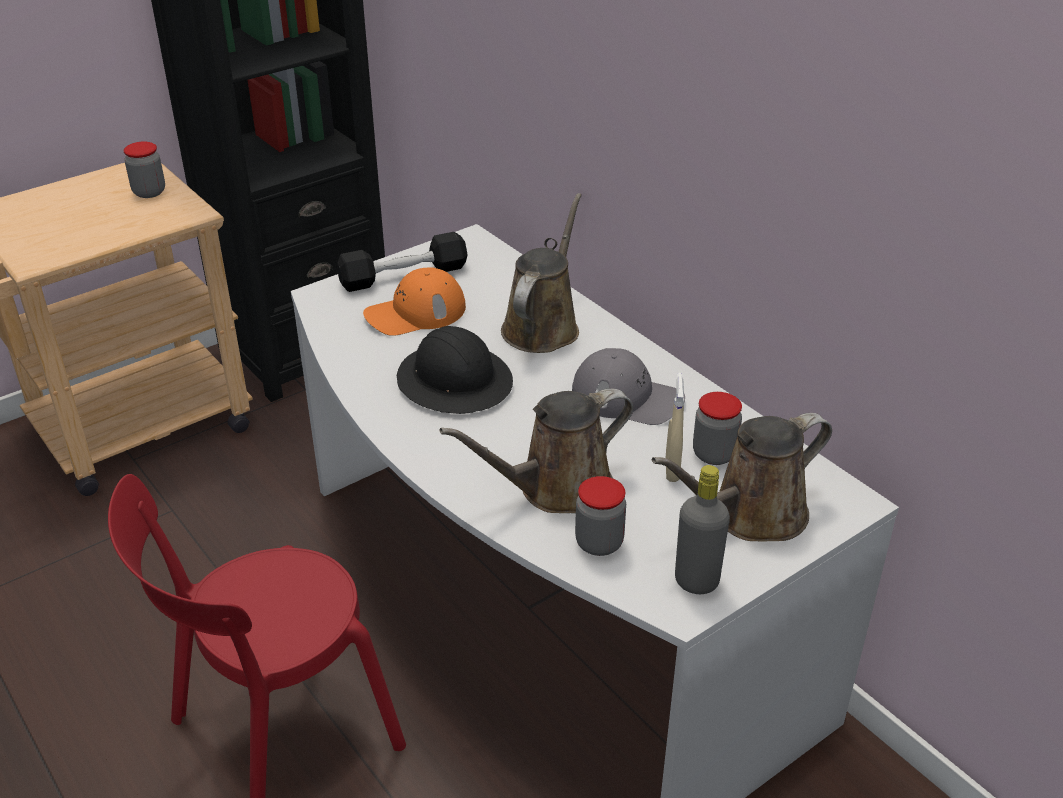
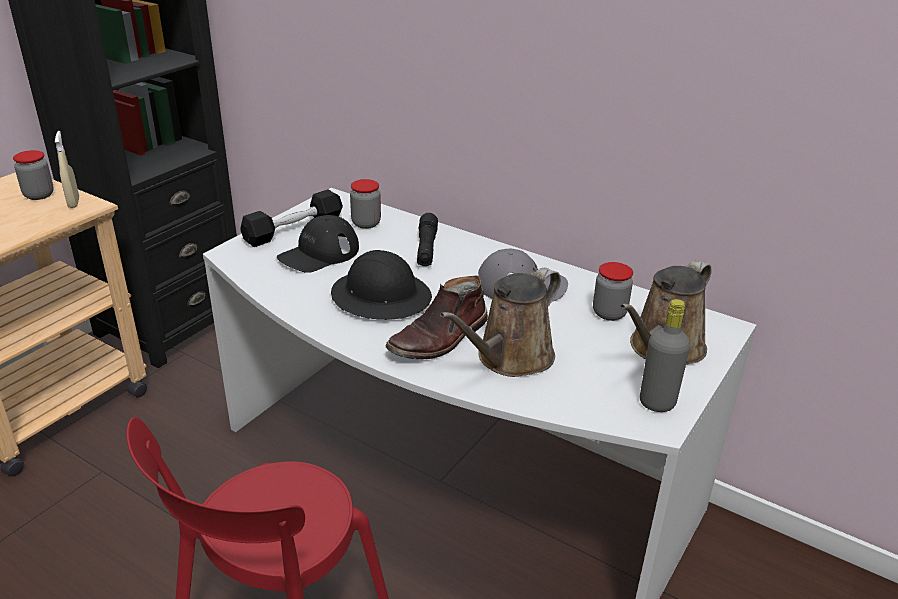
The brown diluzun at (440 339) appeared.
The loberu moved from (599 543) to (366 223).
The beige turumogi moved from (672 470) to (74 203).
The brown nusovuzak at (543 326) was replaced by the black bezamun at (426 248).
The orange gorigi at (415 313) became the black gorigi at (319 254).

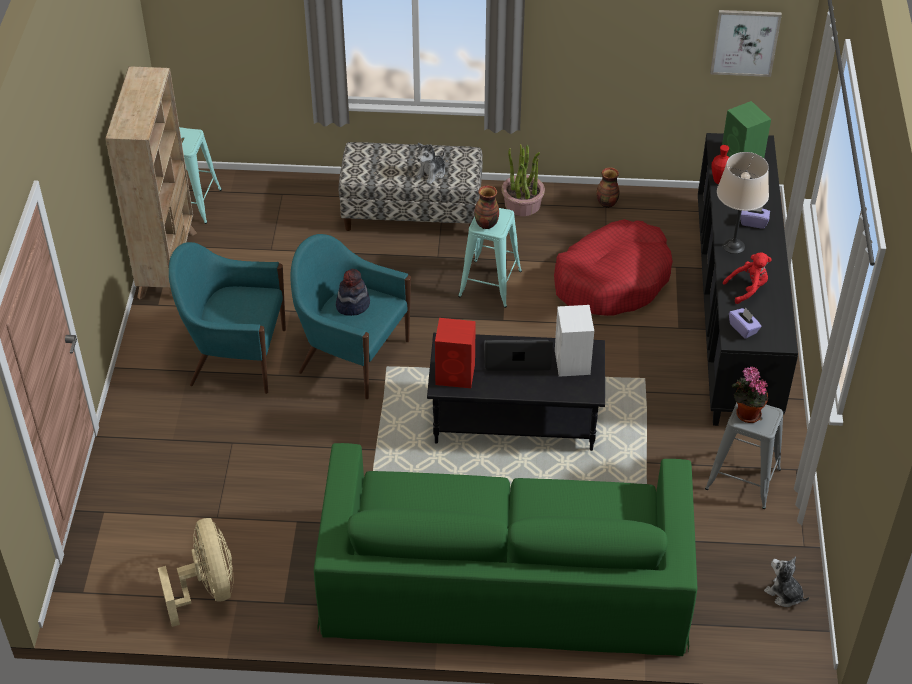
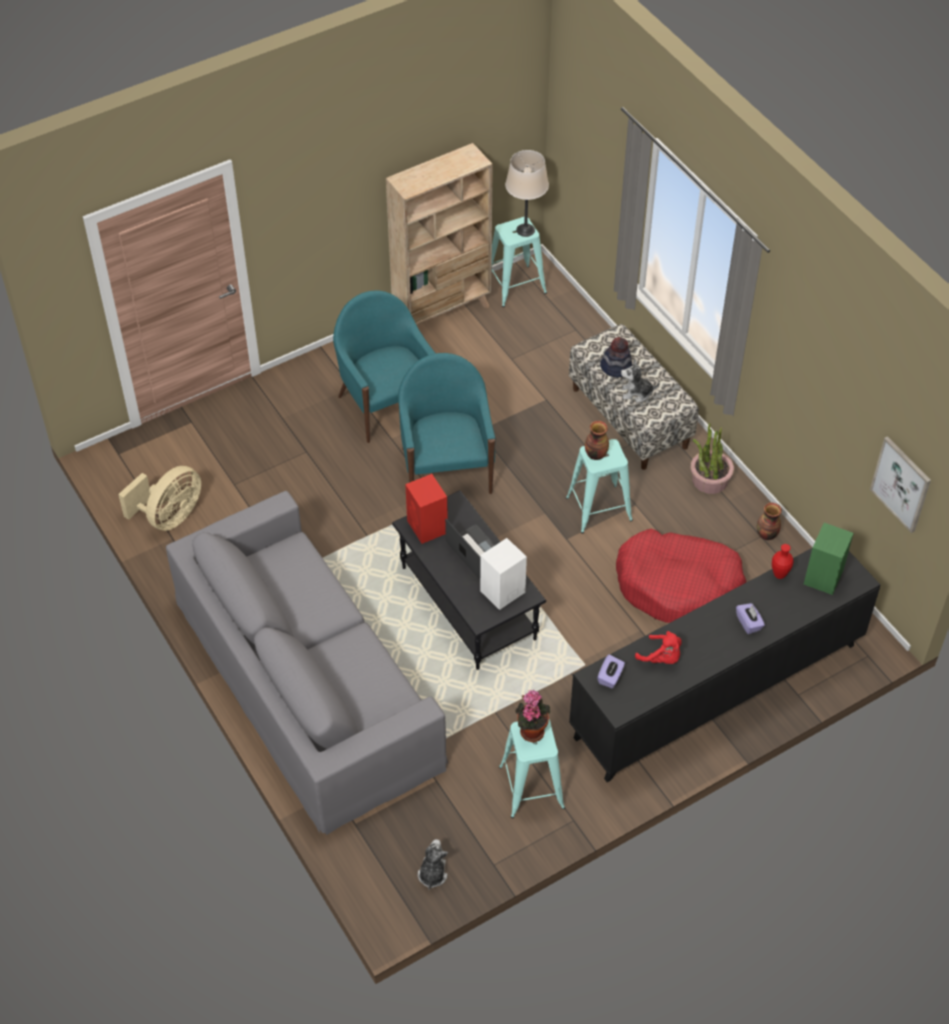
The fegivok moved from (352 304) to (616 367).
The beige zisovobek moved from (733 246) to (525 230).
The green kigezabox at (504 579) became the grey kigezabox at (307 682).
The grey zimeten at (742 479) became the turquoise zimeten at (531 787).

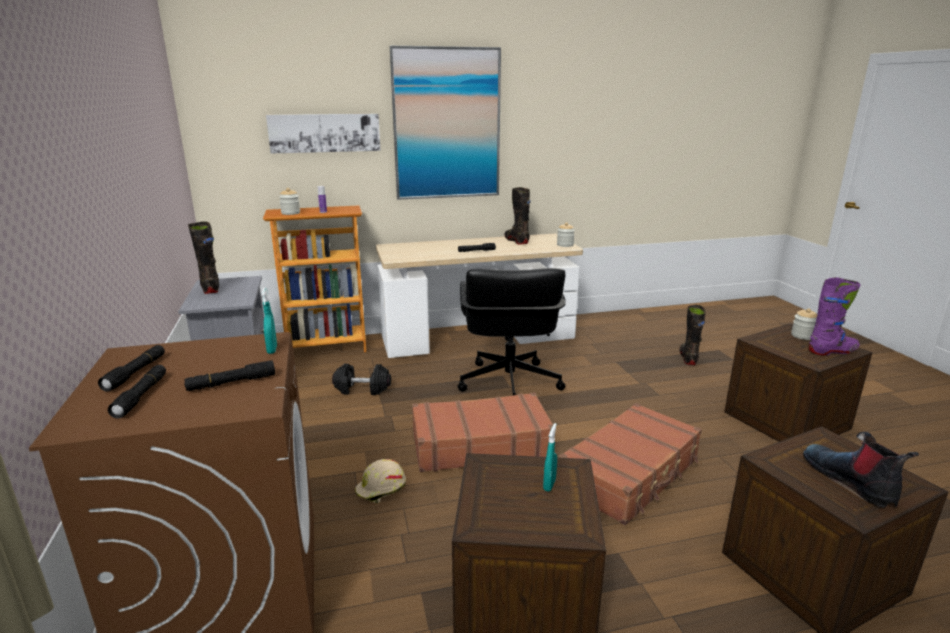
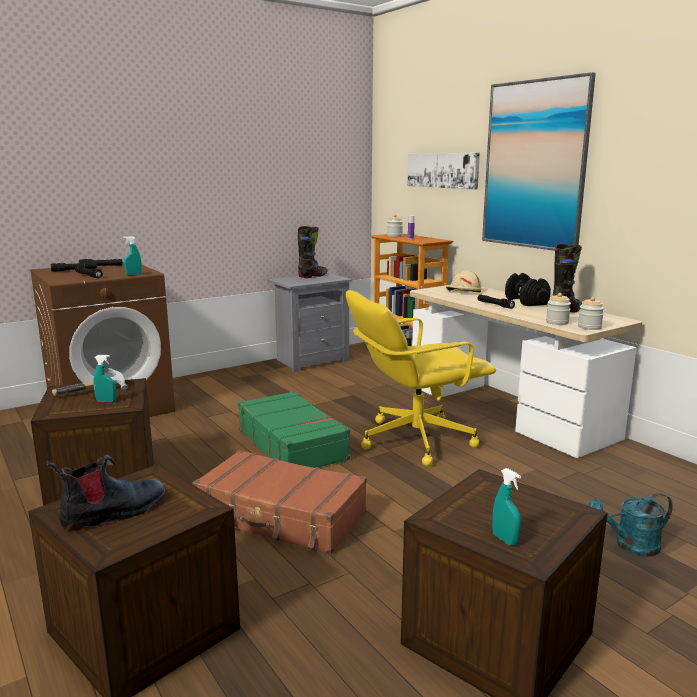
The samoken at (94 392) appeared.
The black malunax moved from (362 389) to (525 301).
The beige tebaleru moved from (381 489) to (463 291).
The loberu moved from (802 336) to (557 322).
The black diluzun at (688 358) was replaced by the turquoise nusovuzak at (630 546).
The purple diluzun at (832 351) was replaced by the turquoise turumogi at (504 539).
The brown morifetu at (480 444) became the green morifetu at (292 444).
The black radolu at (508 384) became the yellow radolu at (414 440).

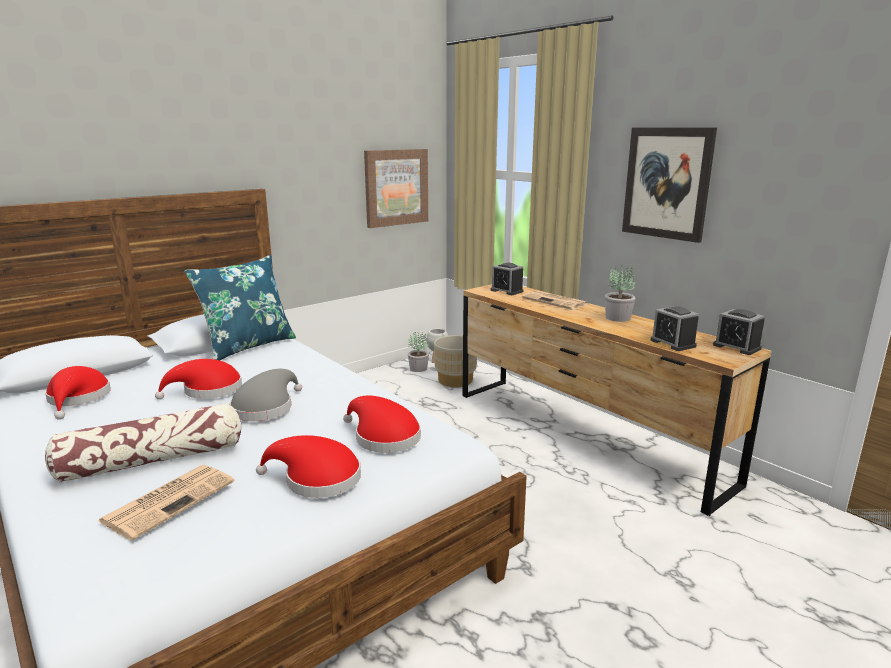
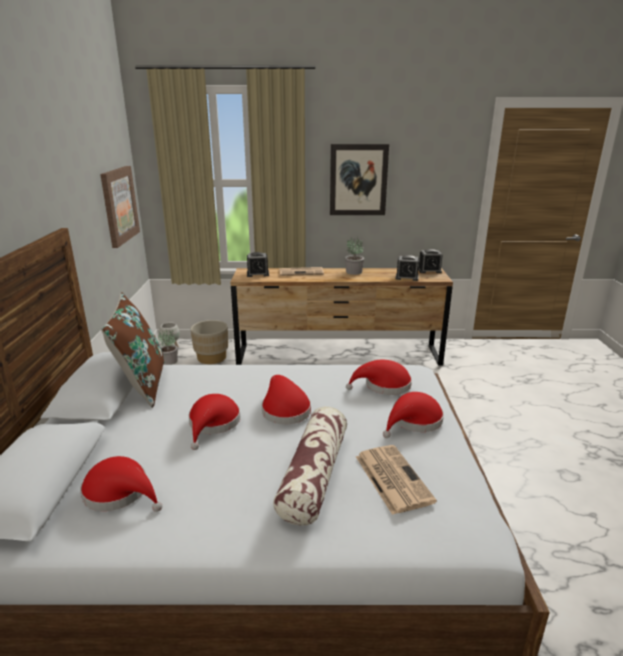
The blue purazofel at (248 346) became the brown purazofel at (142 384).
The grey fegivok at (265 407) became the red fegivok at (284 409).

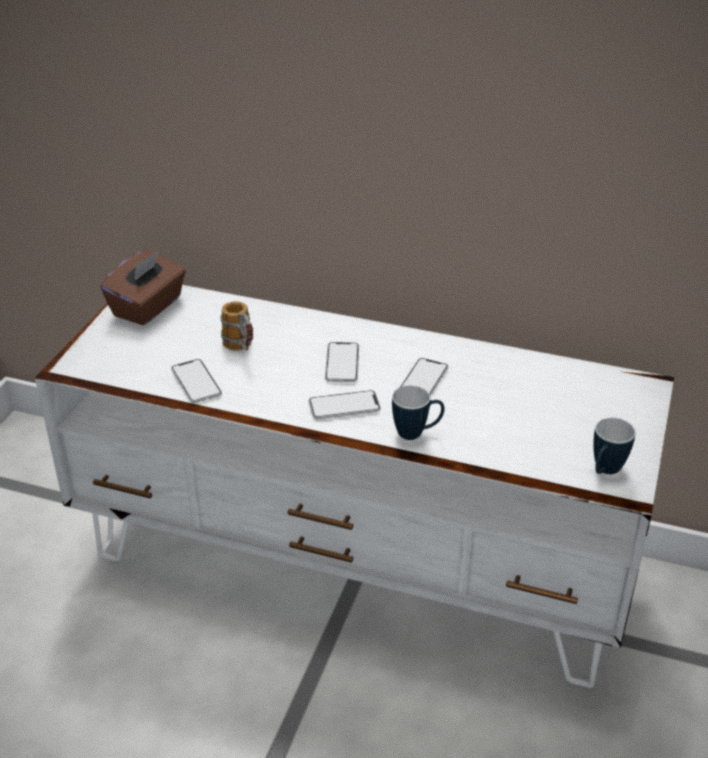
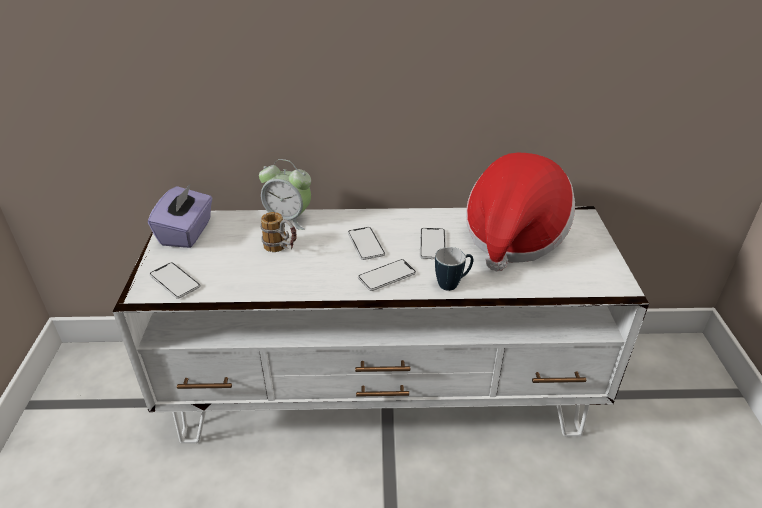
The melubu at (604 472) disappeared.
The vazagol at (288 219) appeared.
The fegivok at (513 237) appeared.
The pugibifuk moved from (196 382) to (175 281).
The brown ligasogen at (148 307) became the purple ligasogen at (187 233).

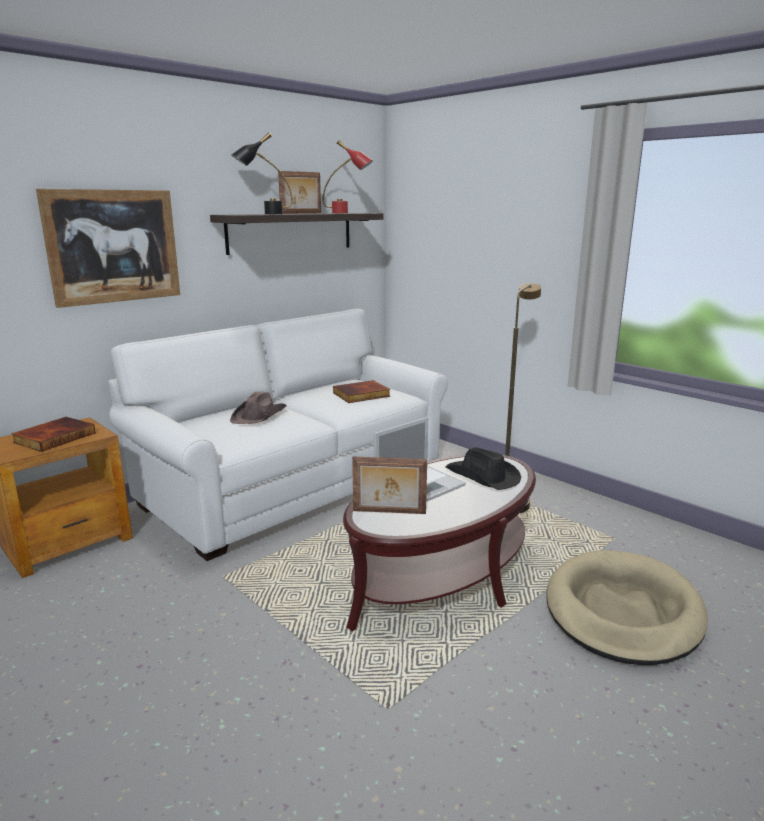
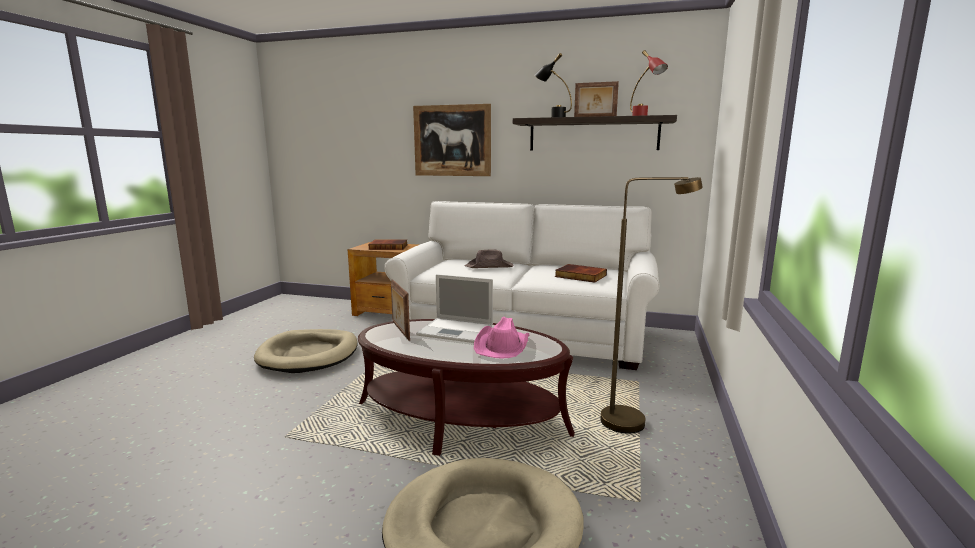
The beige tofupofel at (309 354) appeared.
The black fegivok at (482 476) became the pink fegivok at (502 346).

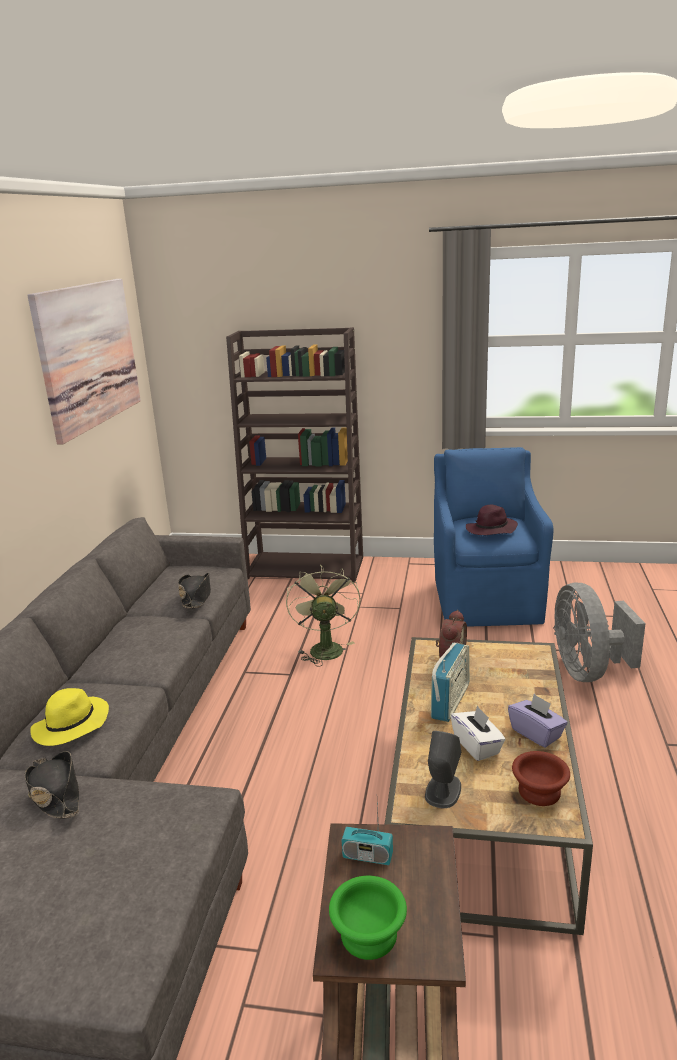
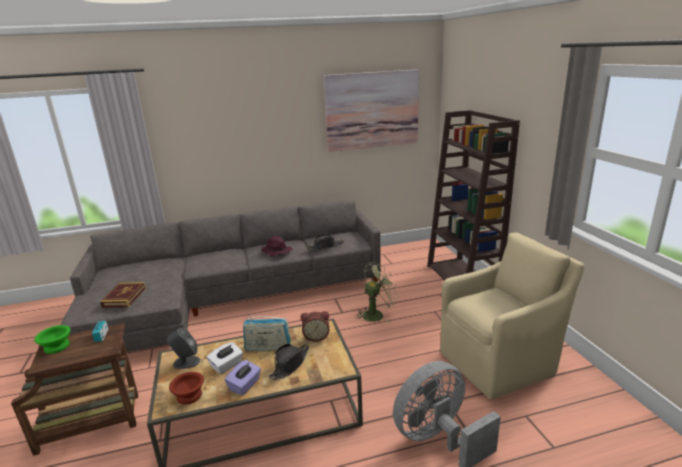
The yellow fegivok at (71 726) disappeared.
The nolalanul at (124 297) appeared.
The black fegivok moved from (55 793) to (290 364).
The purple fegivok moved from (491 530) to (276 251).
The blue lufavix at (487 600) became the beige lufavix at (499 362).

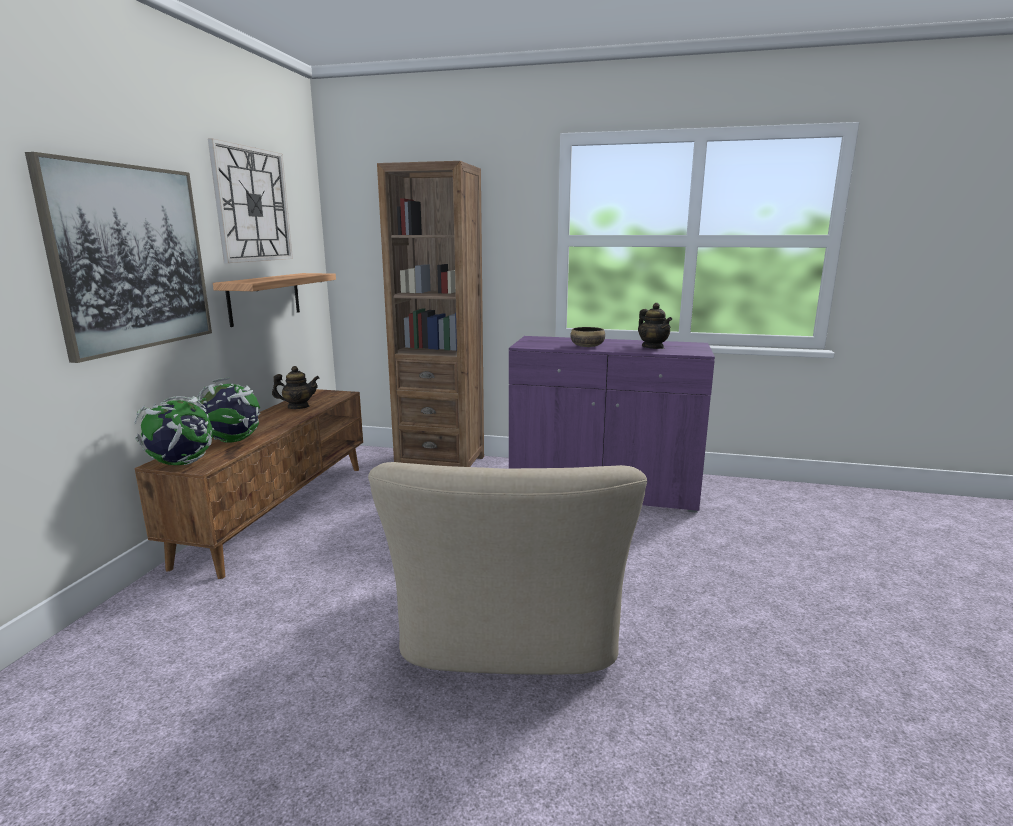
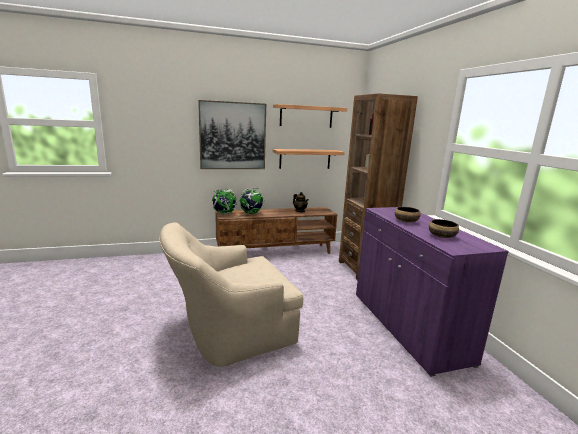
The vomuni at (252 205) was replaced by the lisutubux at (306 116).
The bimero at (653 347) was replaced by the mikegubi at (442 236).

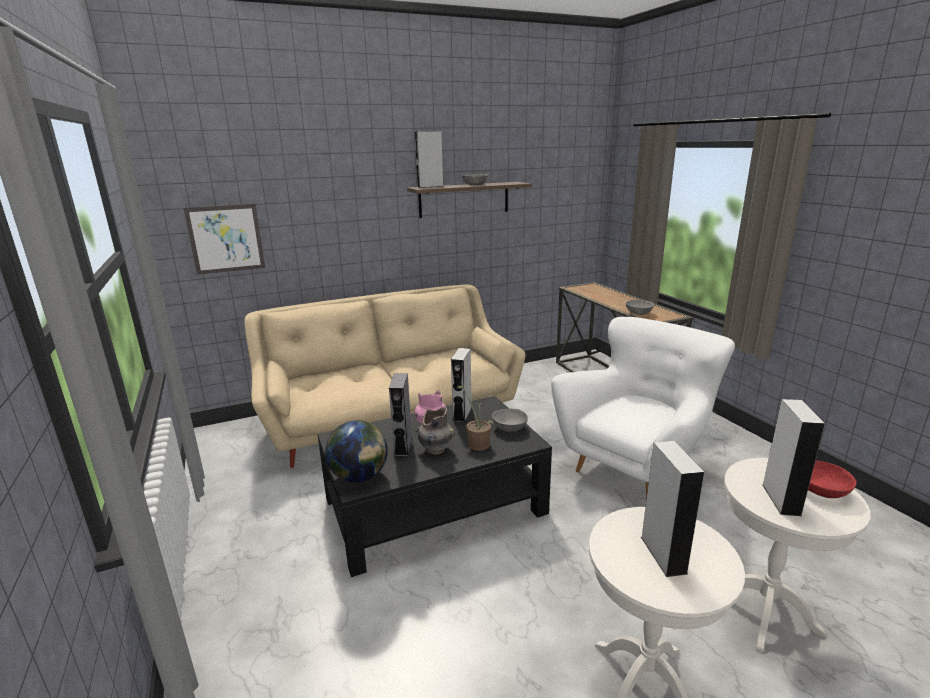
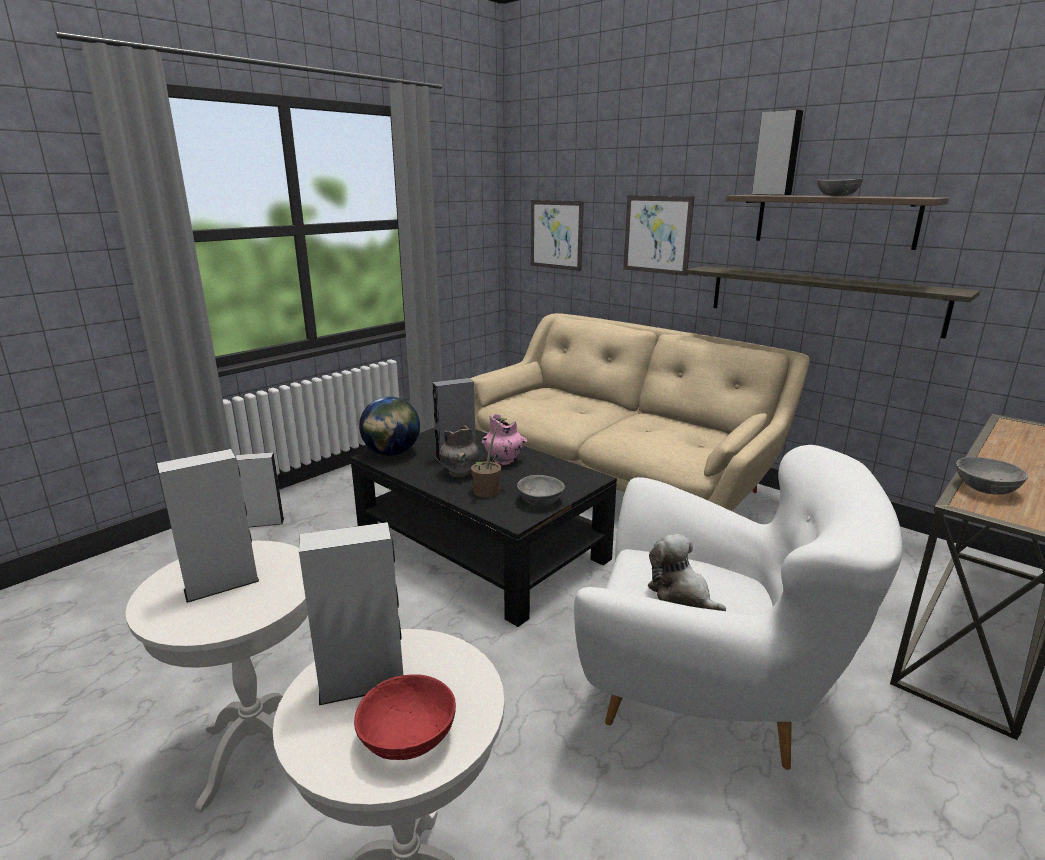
The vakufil at (657 234) appeared.
The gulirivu at (681 594) appeared.
The lisutubux at (821 299) appeared.
The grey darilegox moved from (462 414) to (264 522).

